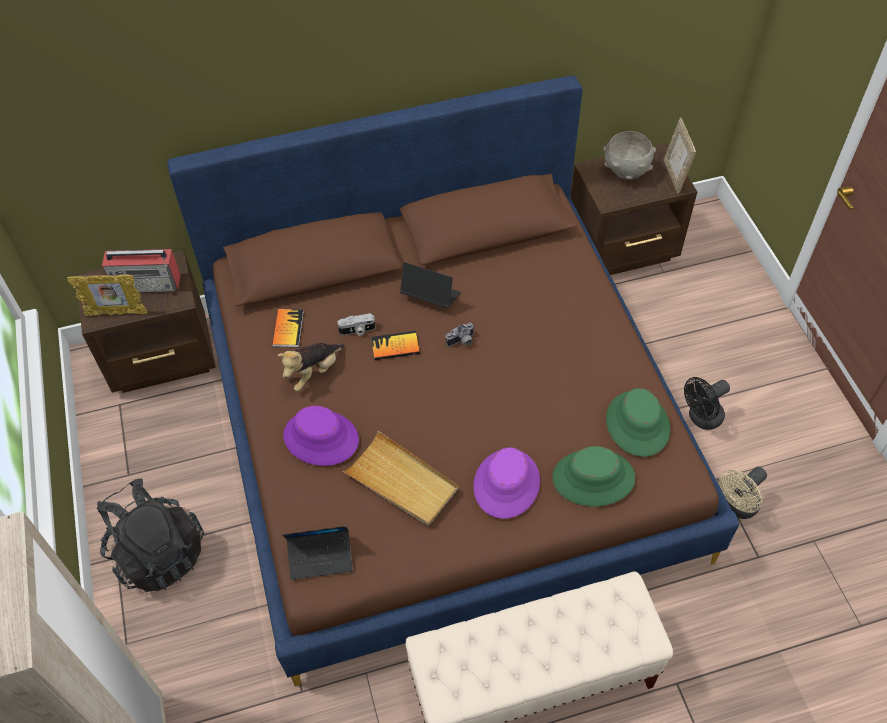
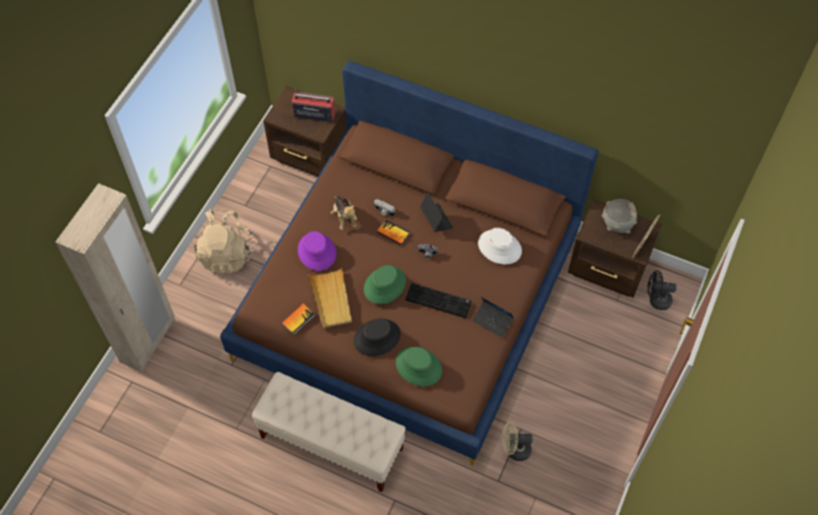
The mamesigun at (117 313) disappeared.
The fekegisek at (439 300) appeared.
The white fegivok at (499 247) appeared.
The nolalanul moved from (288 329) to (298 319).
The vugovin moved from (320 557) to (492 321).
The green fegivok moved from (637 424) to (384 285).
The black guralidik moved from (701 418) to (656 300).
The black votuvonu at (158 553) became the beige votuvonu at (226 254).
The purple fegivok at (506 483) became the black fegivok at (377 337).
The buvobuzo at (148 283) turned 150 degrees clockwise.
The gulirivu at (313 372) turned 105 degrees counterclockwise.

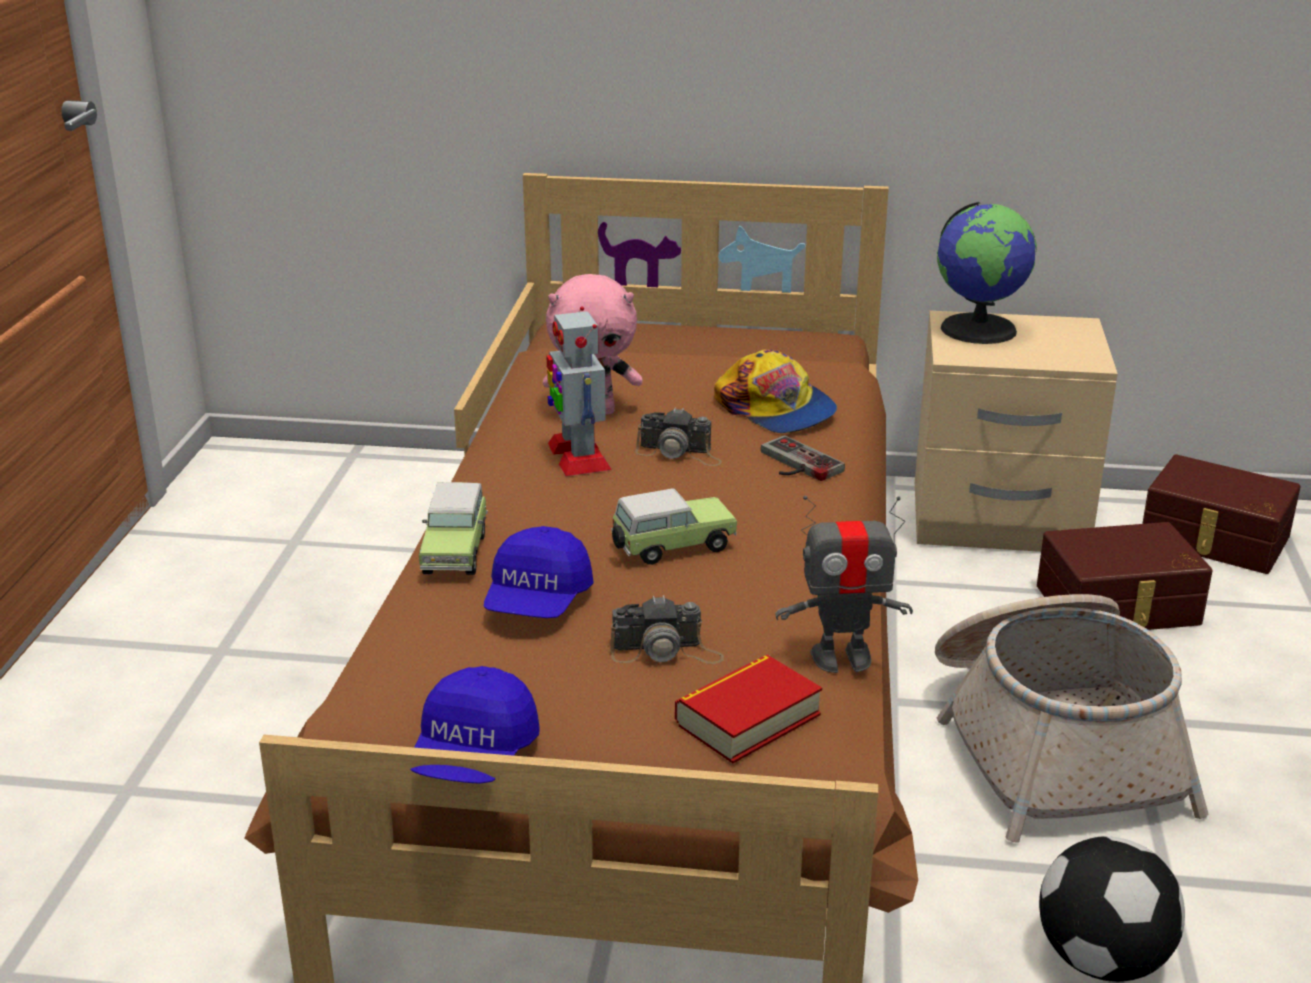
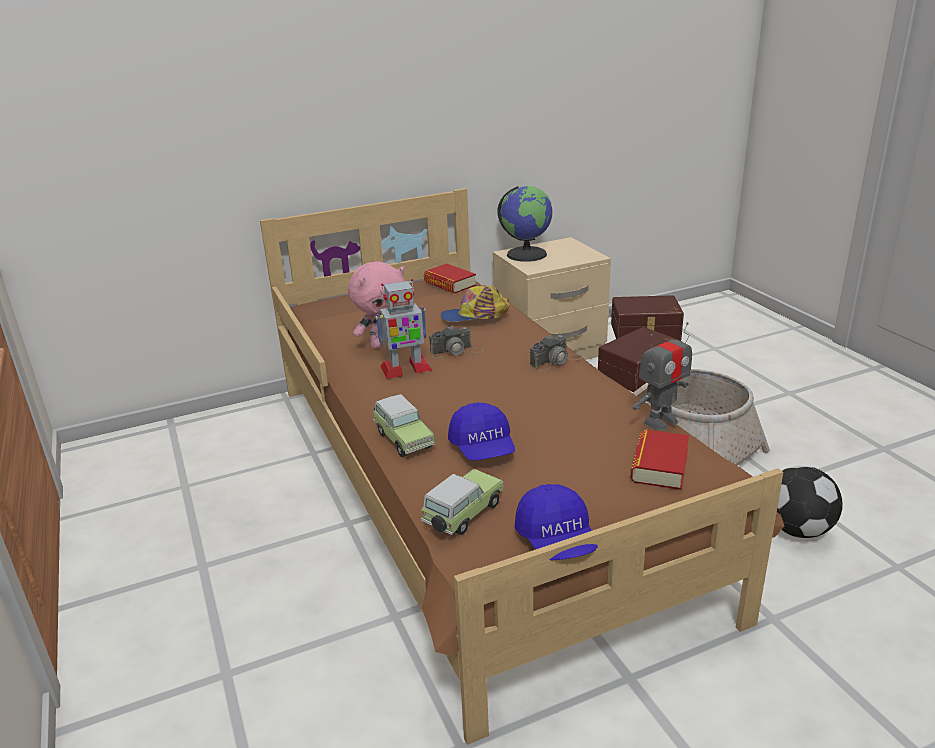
The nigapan at (794 464) disappeared.
The nolalanul at (450 284) appeared.
The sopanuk moved from (666 651) to (556 361).
The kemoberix moved from (669 547) to (462 516).
The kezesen at (578 456) turned 60 degrees counterclockwise.
The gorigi at (776 409) turned 150 degrees clockwise.

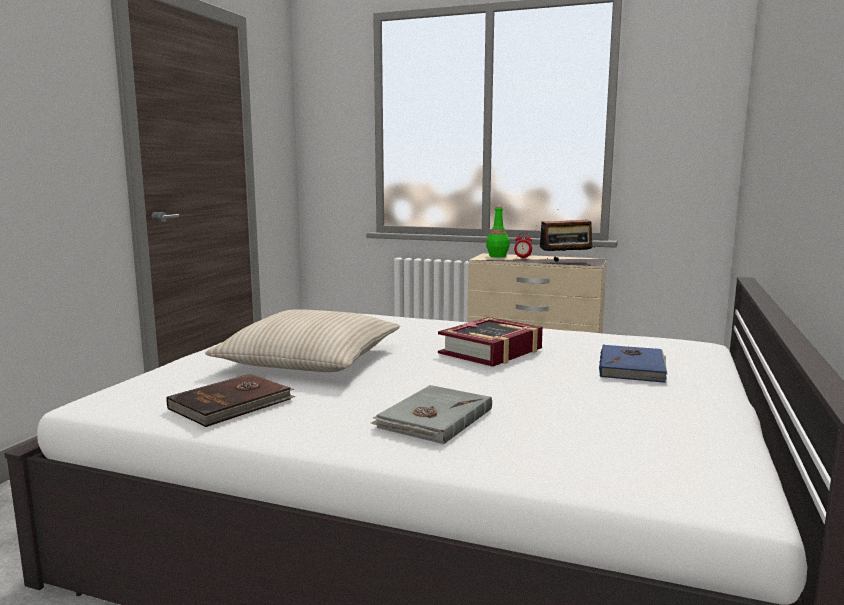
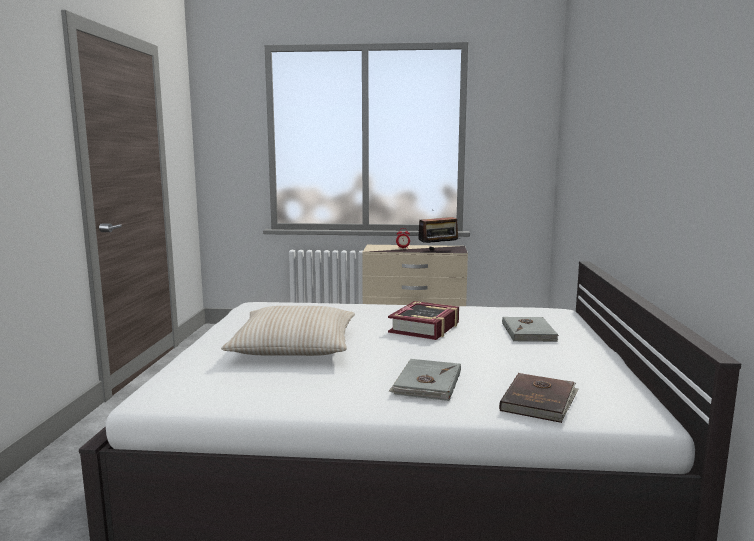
The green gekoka at (497 256) disappeared.
The brown nolalanul moved from (232 404) to (539 400).
The blue nolalanul at (633 367) became the grey nolalanul at (529 332).

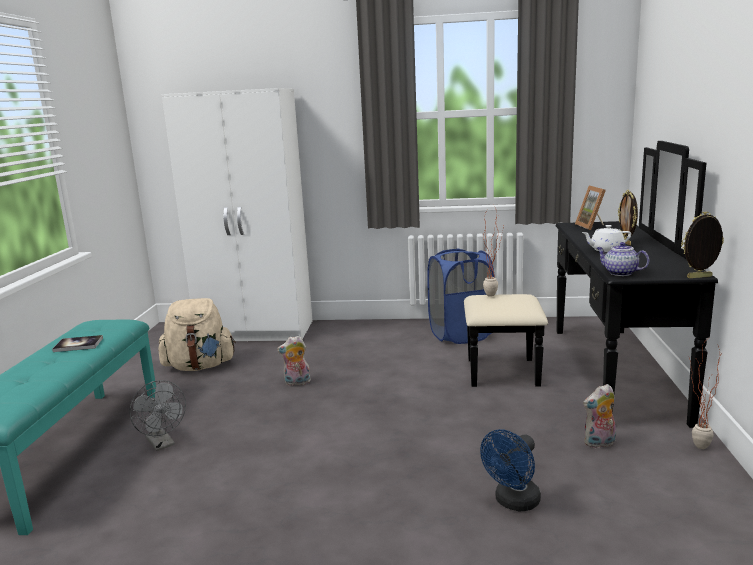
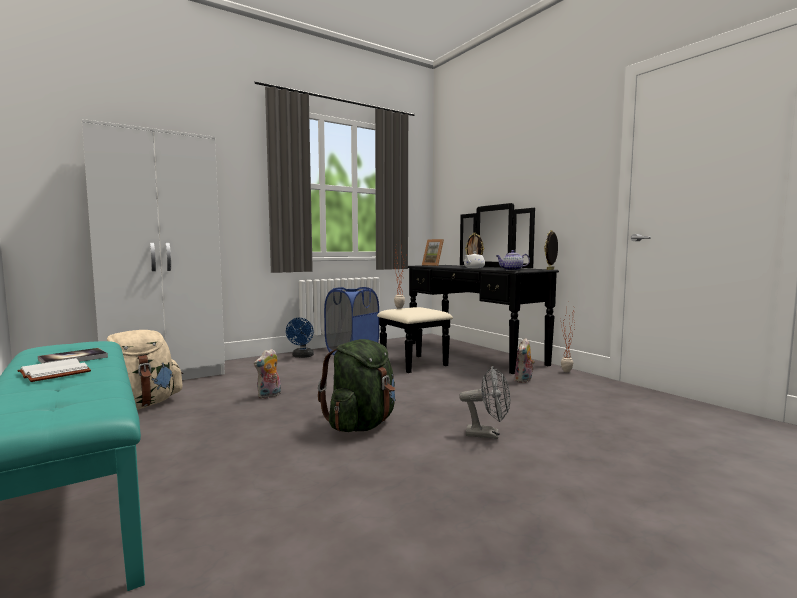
The white nolalanul at (52 373) appeared.
The green votuvonu at (362 424) appeared.
The grey guralidik moved from (162 444) to (488 434).
The blue guralidik moved from (513 502) to (302 356).

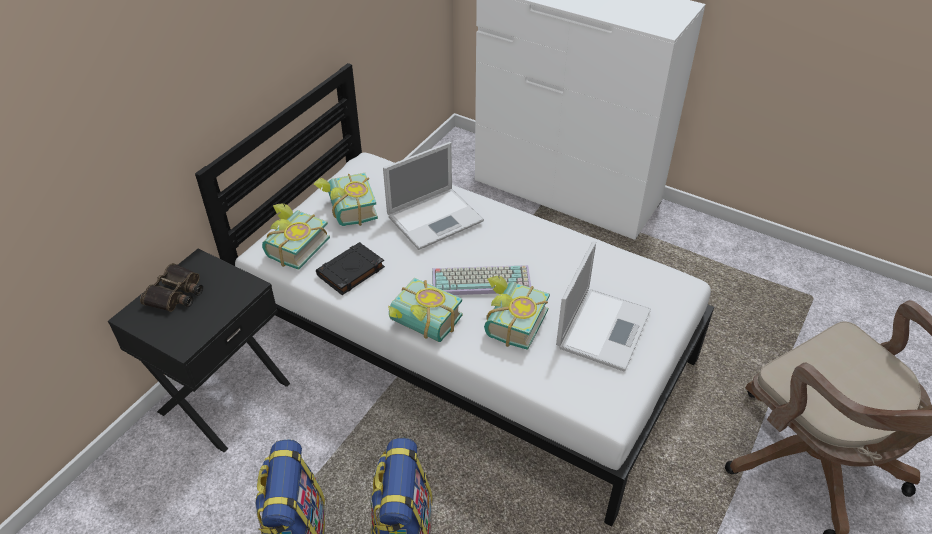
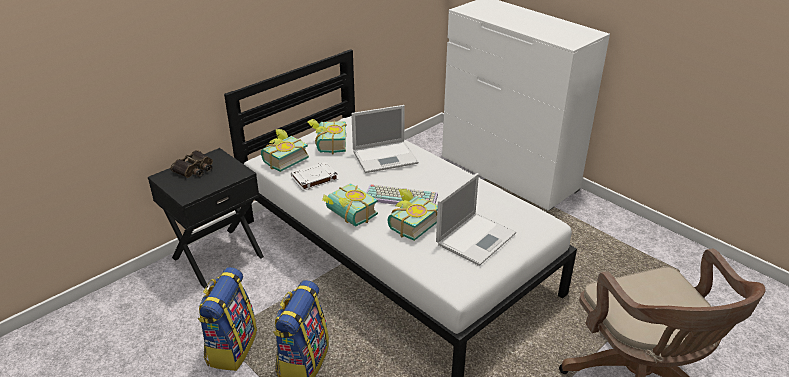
The black nolalanul at (350 272) became the white nolalanul at (314 179).

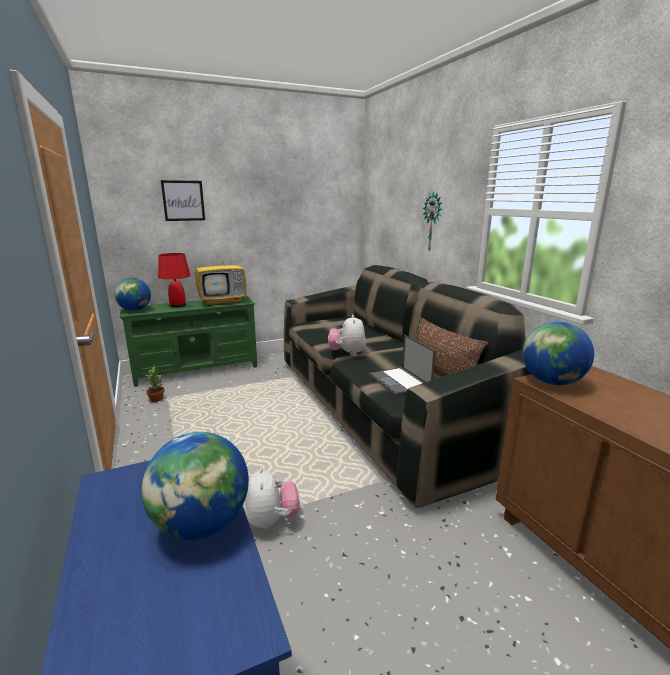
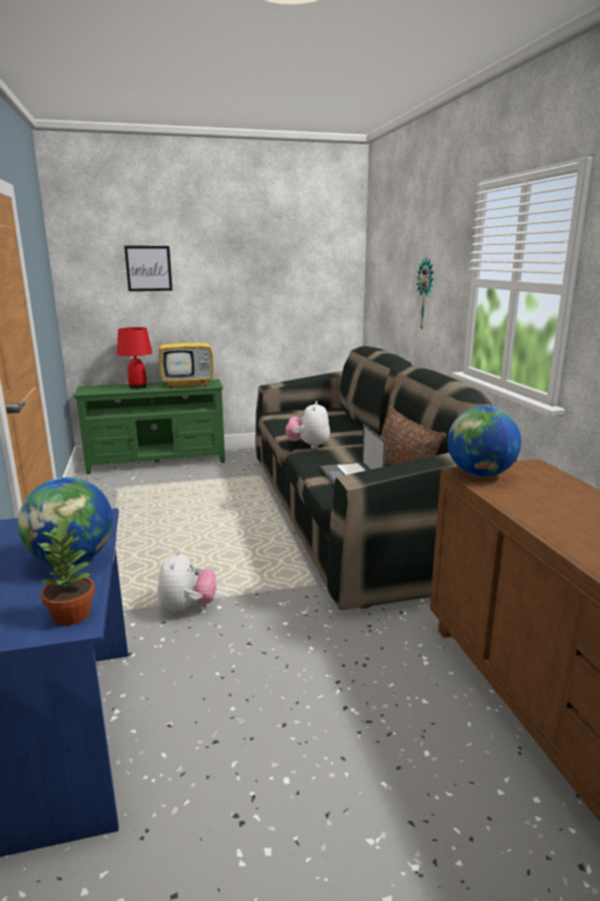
The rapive at (135 310) disappeared.
The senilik moved from (157 399) to (73 614).

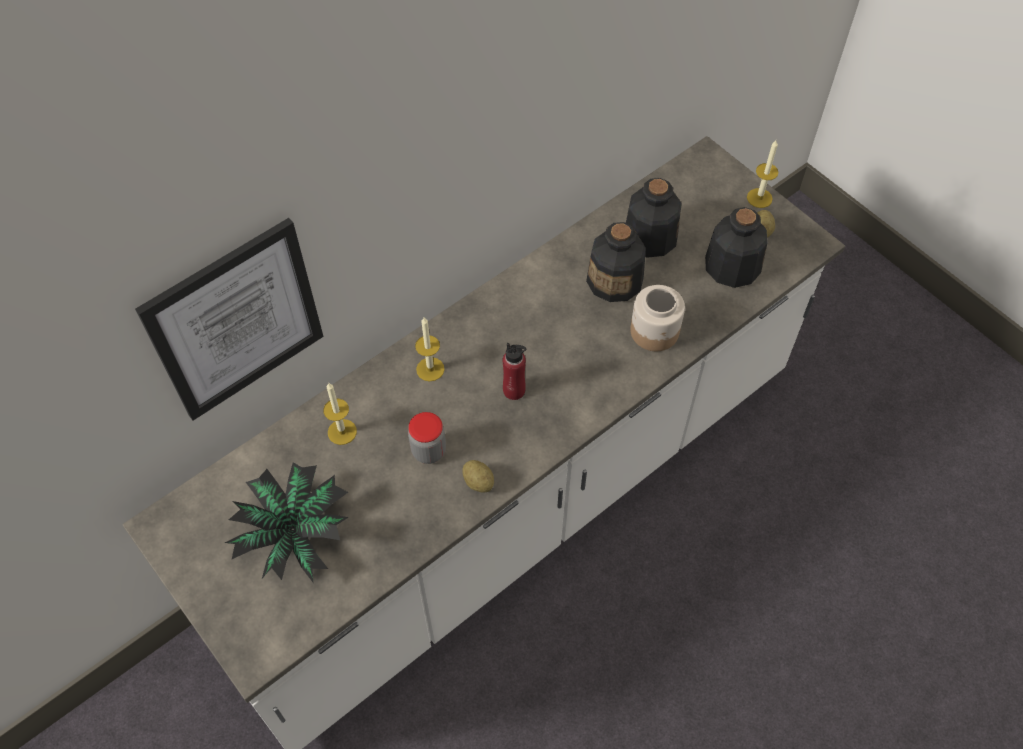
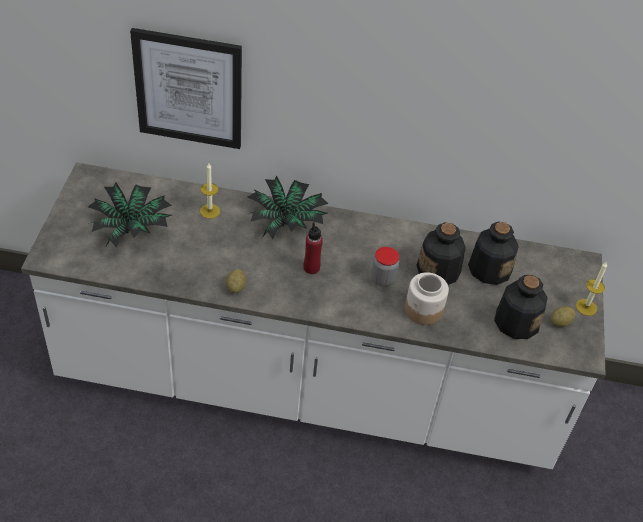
The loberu moved from (428 451) to (383 279).
The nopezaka at (430 369) was replaced by the senilik at (286 223).

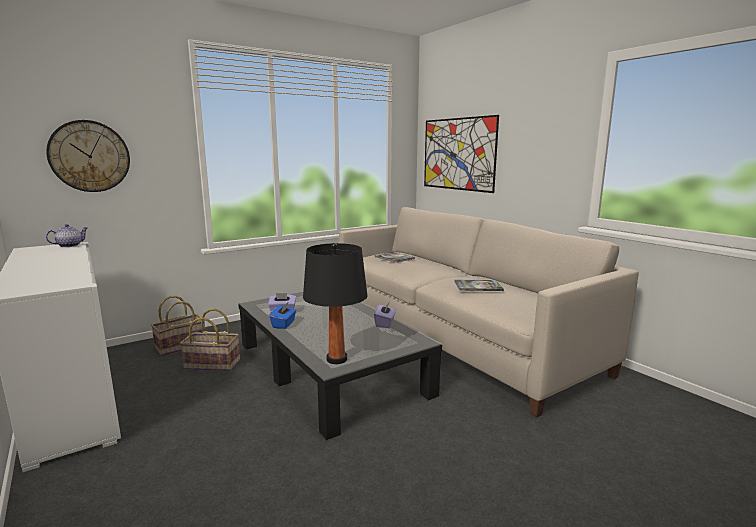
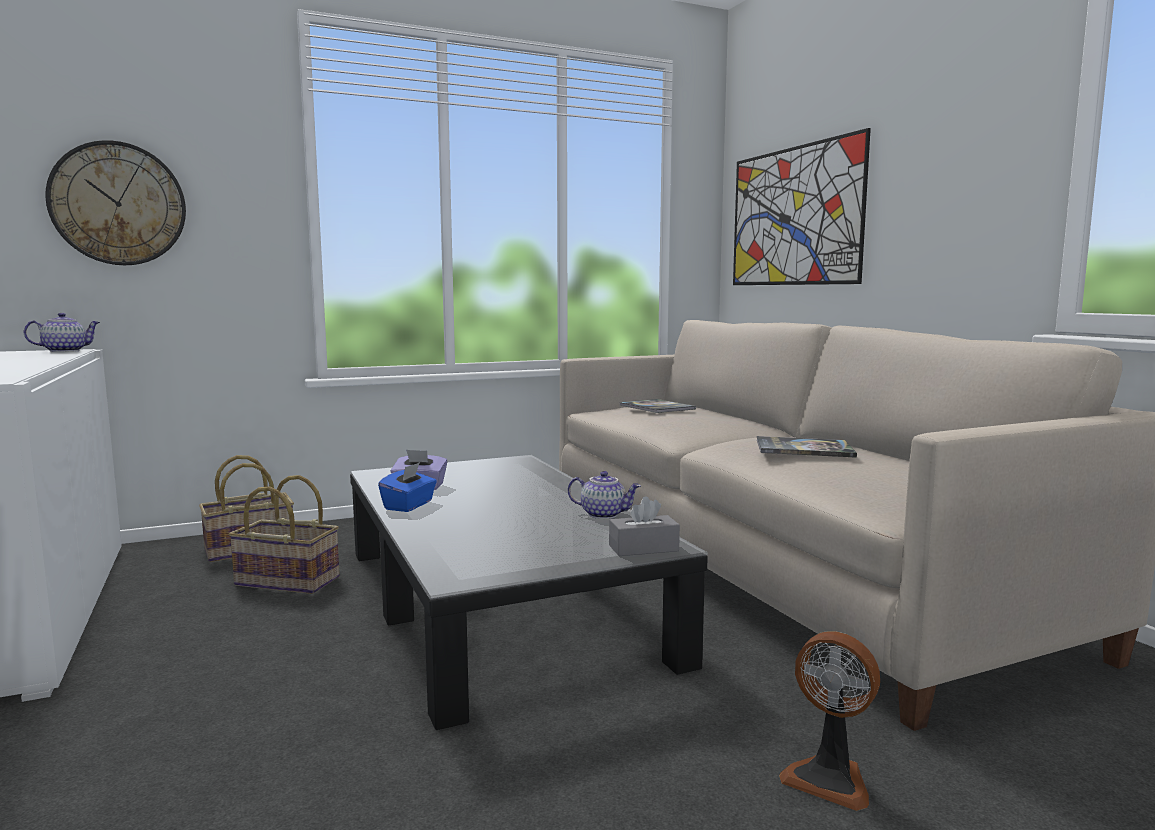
The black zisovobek at (336 359) disappeared.
The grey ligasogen at (643 548) appeared.
The guralidik at (829 778) appeared.
The purple ligasogen at (385 323) was replaced by the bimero at (604 514).

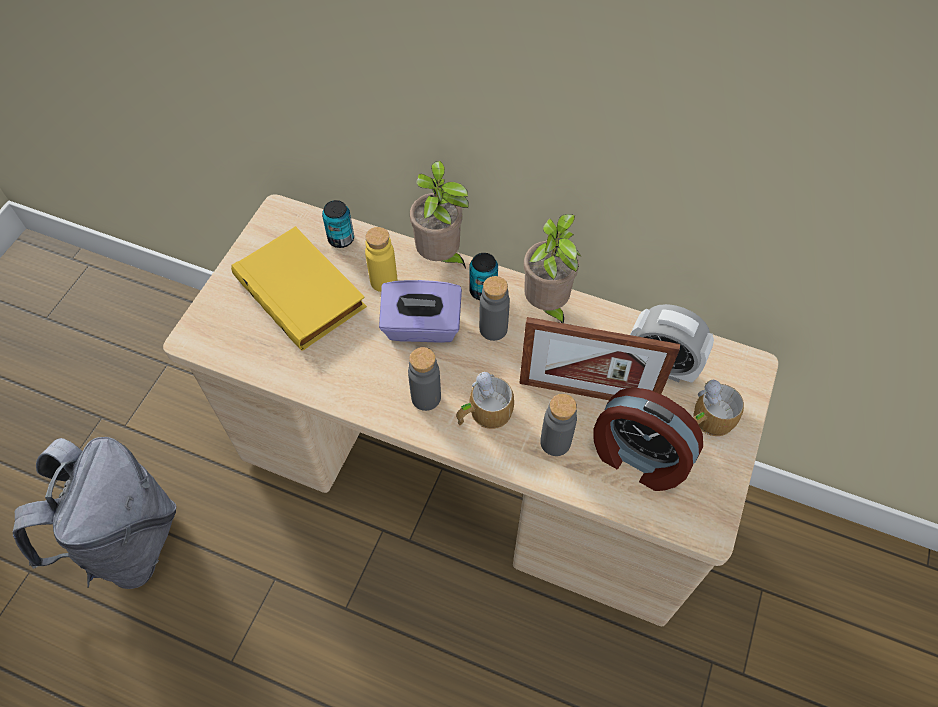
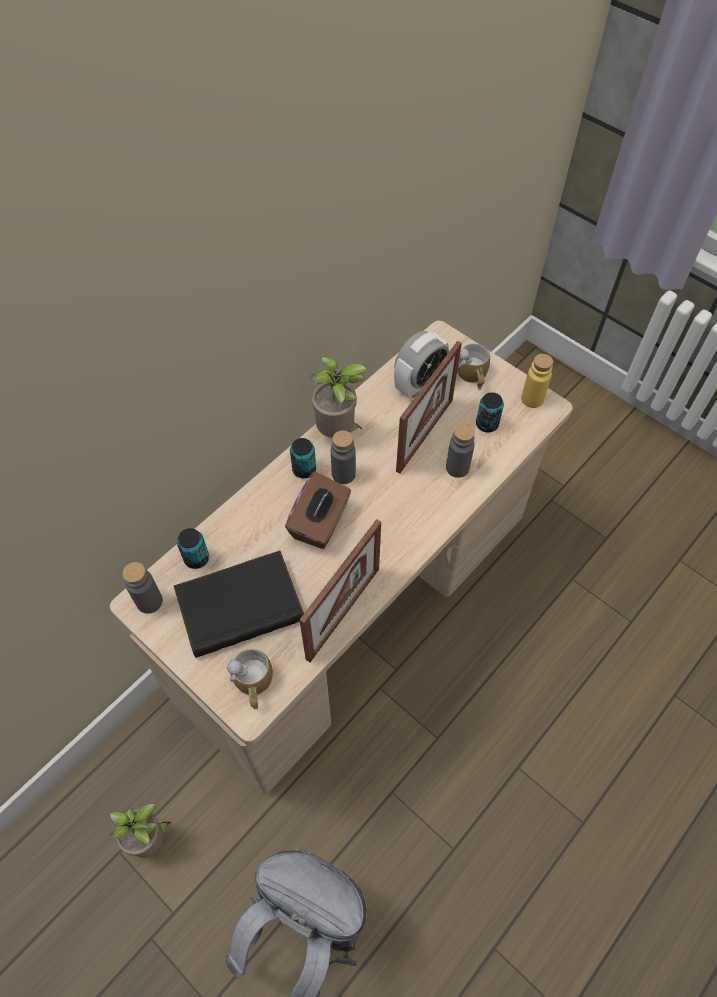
The mamesigun at (343 613) appeared.
The yellow gekoka moved from (383 281) to (532 399).
The grey gekoka moved from (426 397) to (149 601).
The senilik moved from (441 258) to (152 838).
The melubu moved from (483 413) to (253 685).
The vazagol at (638 458) was replaced by the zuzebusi at (487 424).
The yellow nolalanul at (303 291) became the black nolalanul at (240 604).
The purple ligasogen at (422 327) became the brown ligasogen at (320 523).

